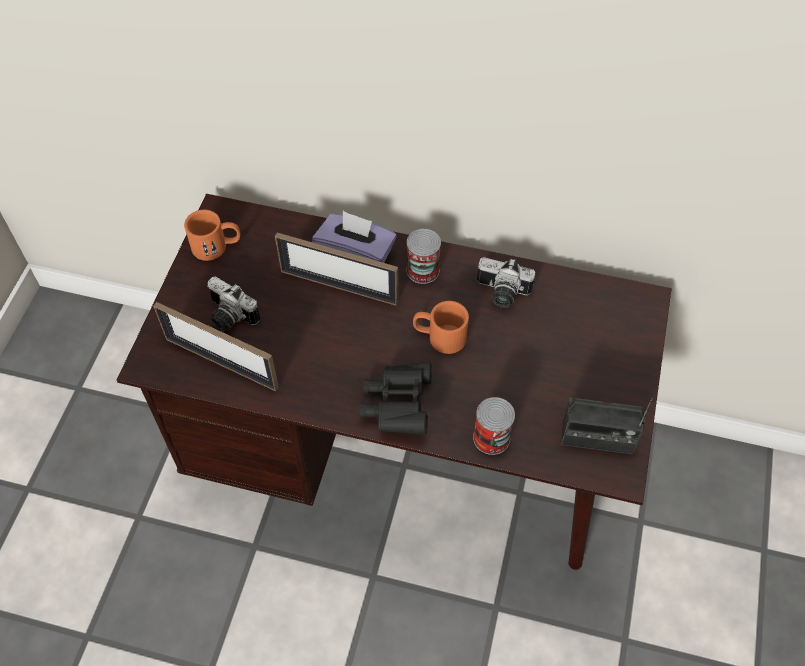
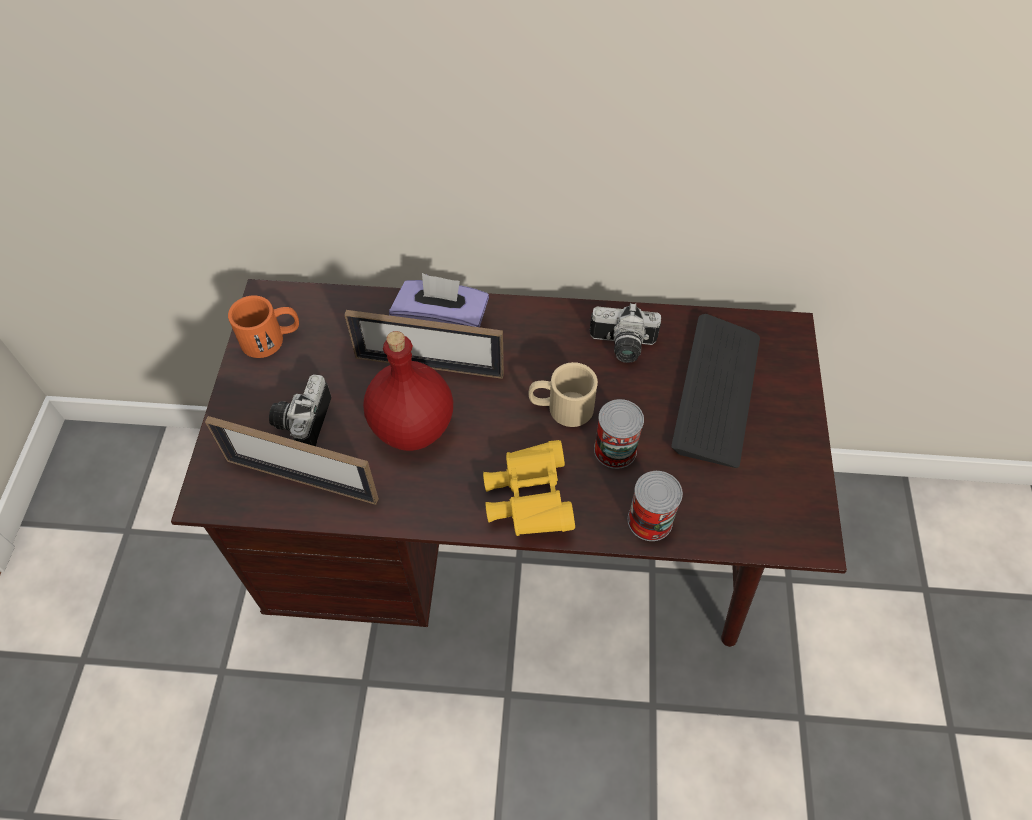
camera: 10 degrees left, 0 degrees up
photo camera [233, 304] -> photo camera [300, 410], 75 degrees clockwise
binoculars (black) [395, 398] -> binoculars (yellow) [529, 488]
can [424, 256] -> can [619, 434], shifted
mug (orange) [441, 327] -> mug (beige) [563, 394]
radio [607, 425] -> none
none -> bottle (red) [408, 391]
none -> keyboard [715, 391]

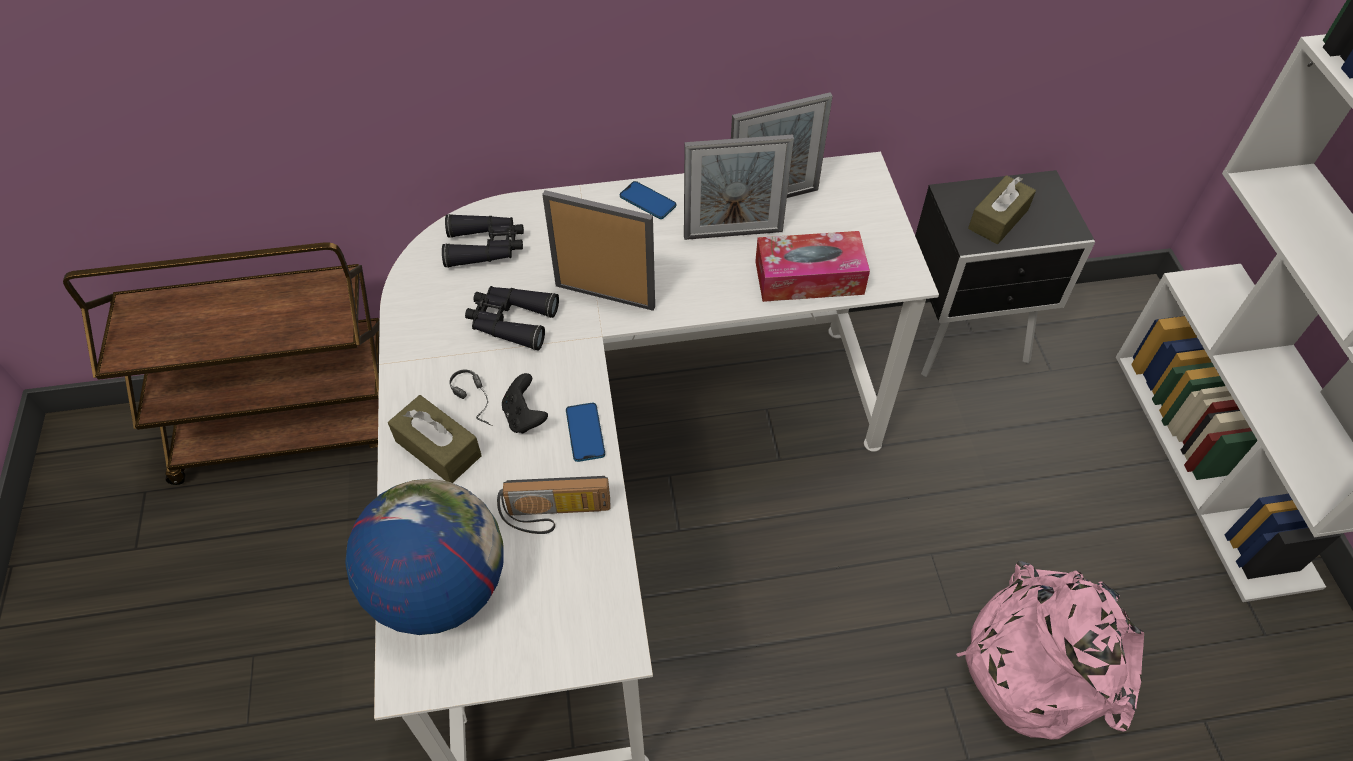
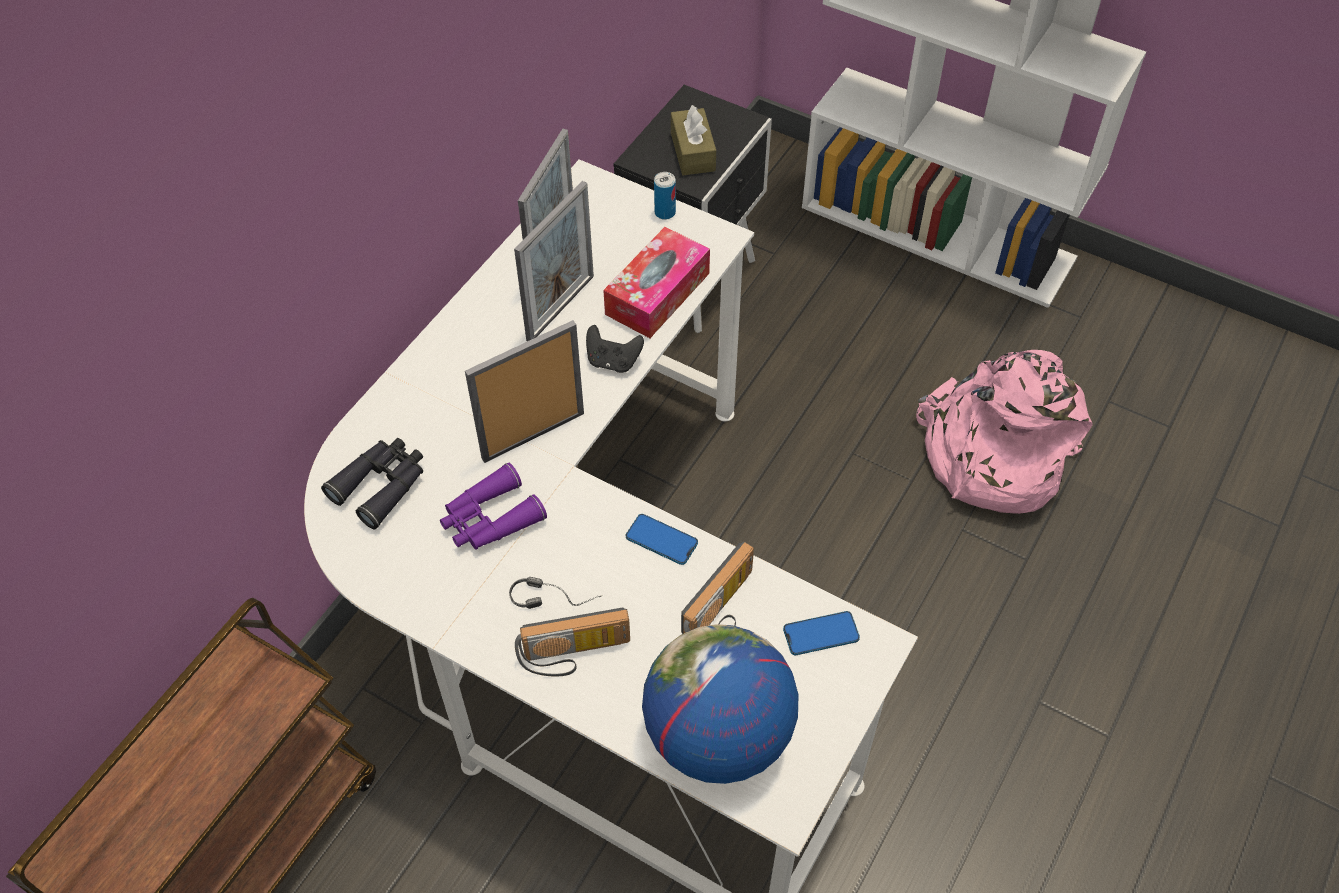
camera: 50 degrees left, 0 degrees up
tissue box (brown) [435, 439] -> radio [572, 642]
binoculars (black) [512, 318] -> binoculars (purple) [493, 506]
game controller (black) [525, 403] -> game controller (black) [615, 349], shifted
phone [648, 200] -> phone [821, 633], shifted
none -> can [665, 196]

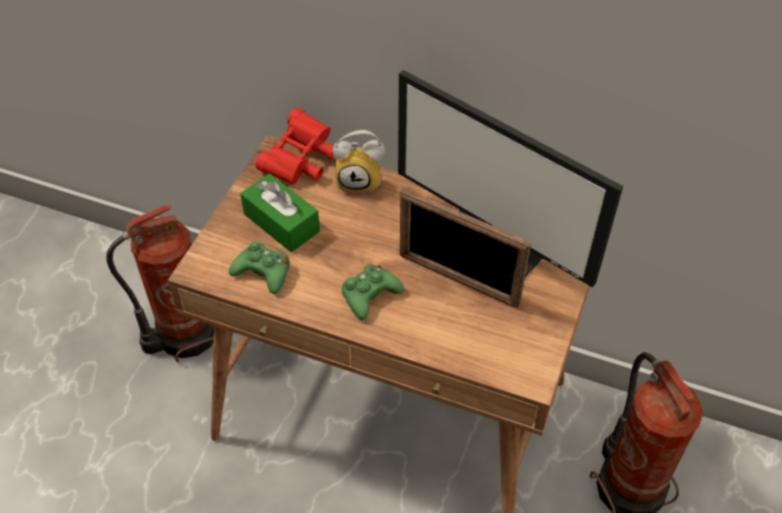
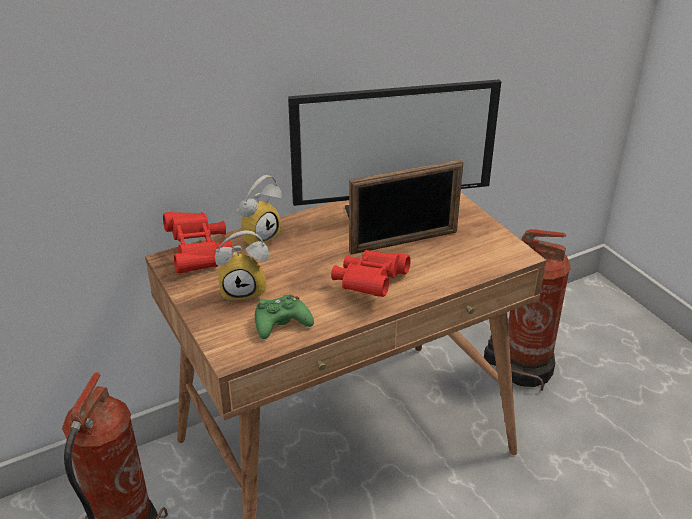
camera: 50 degrees left, 15 degrees down
tissue box (green) [280, 213] -> alarm clock [242, 266]
game controller (green) [373, 292] -> binoculars (red) [371, 273]

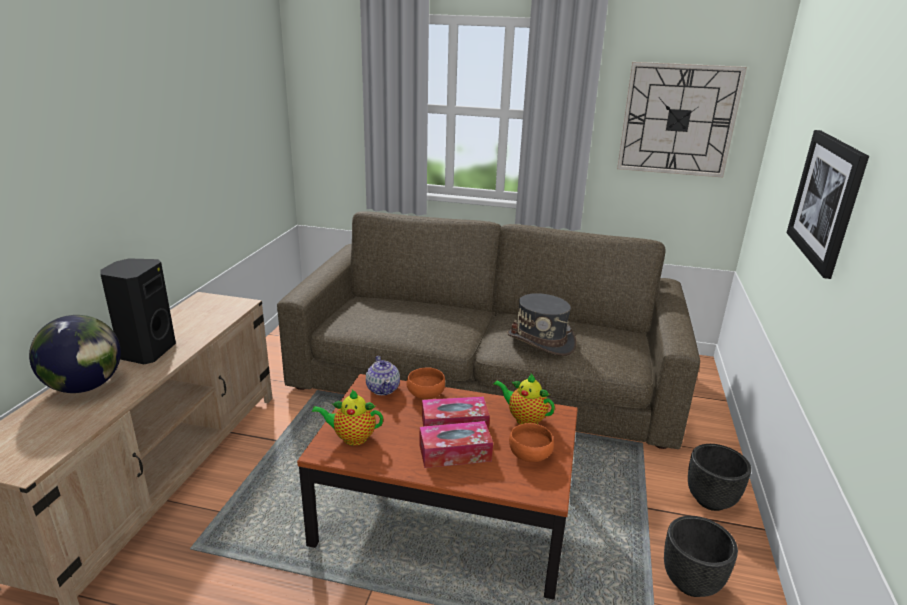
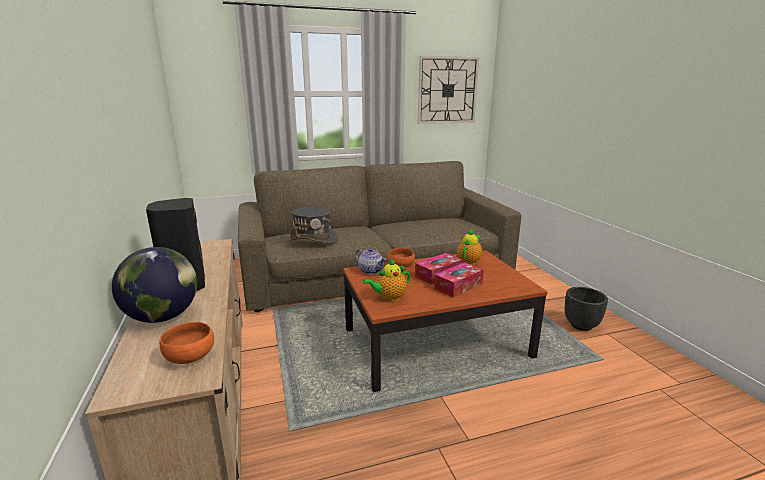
camera: 30 degrees left, 5 degrees down
teapot [524, 399] -> teapot [469, 247], 120 degrees clockwise
hat (grey) [541, 324] -> hat (grey) [312, 225], shifted
bowl (orange) [531, 442] -> bowl (orange) [186, 343], shifted
planter (black) [719, 477] -> none
picture [828, 204] -> none

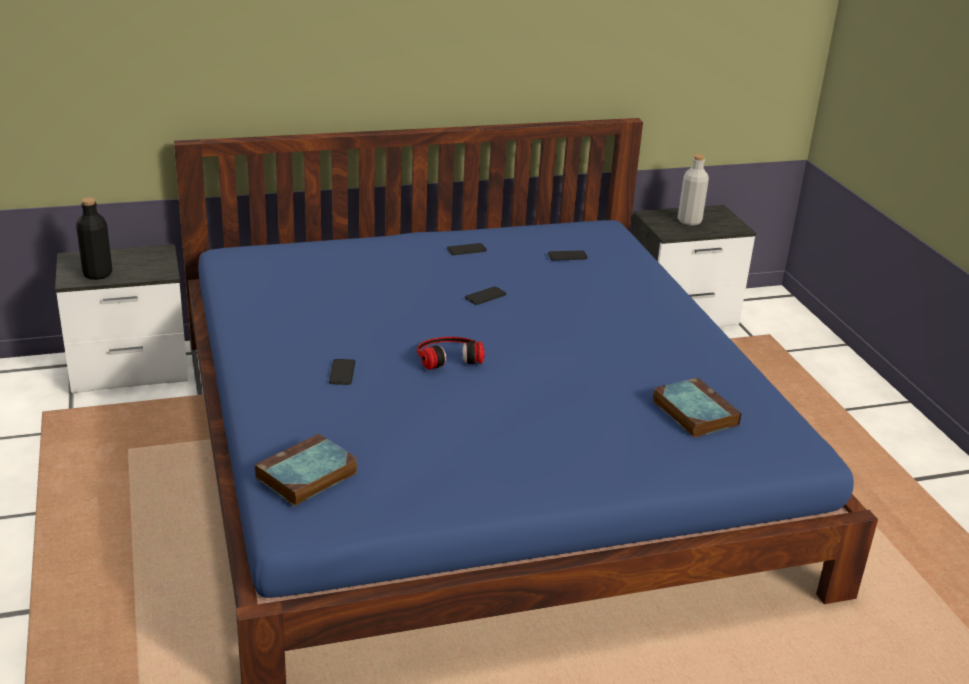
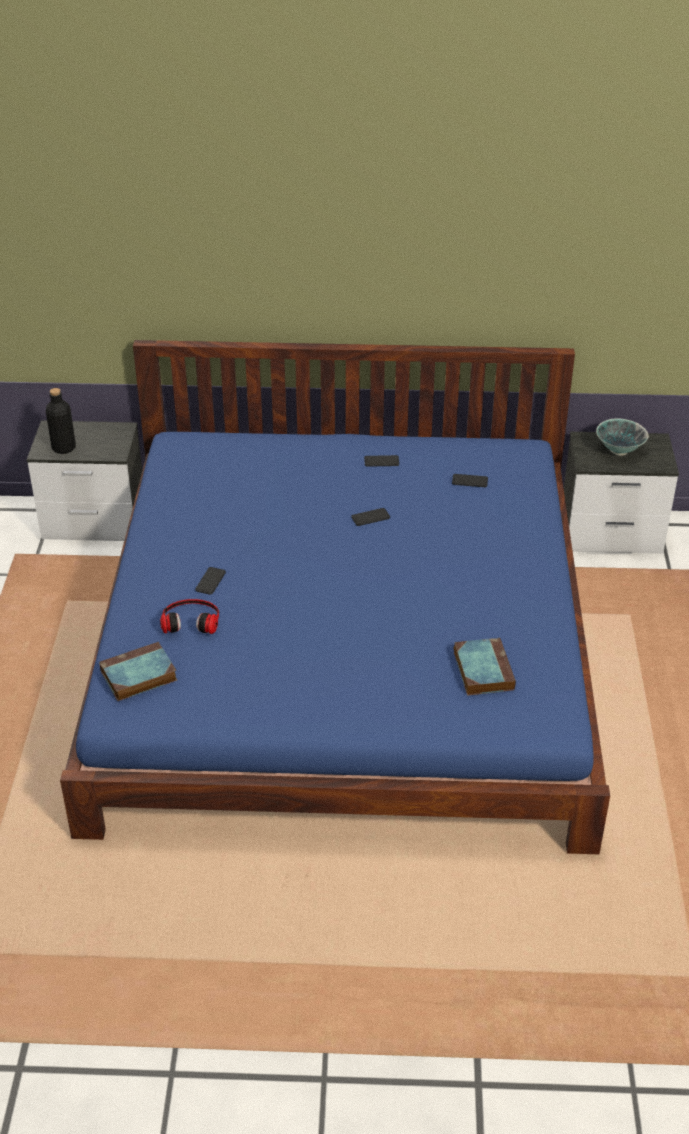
camera: 20 degrees right, 10 degrees up
headphones [451, 353] -> headphones [189, 616], shifted
bottle (grey) [693, 190] -> bowl [622, 437]

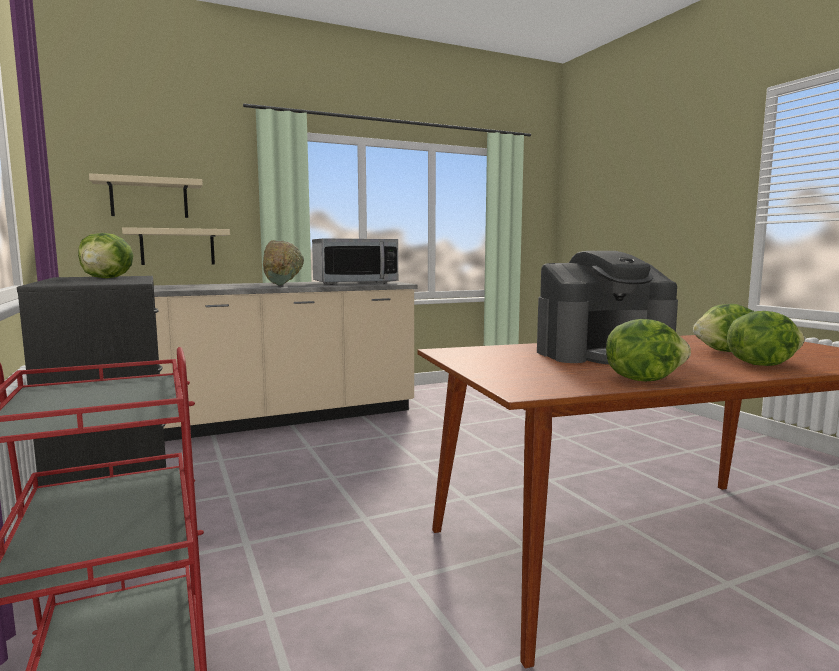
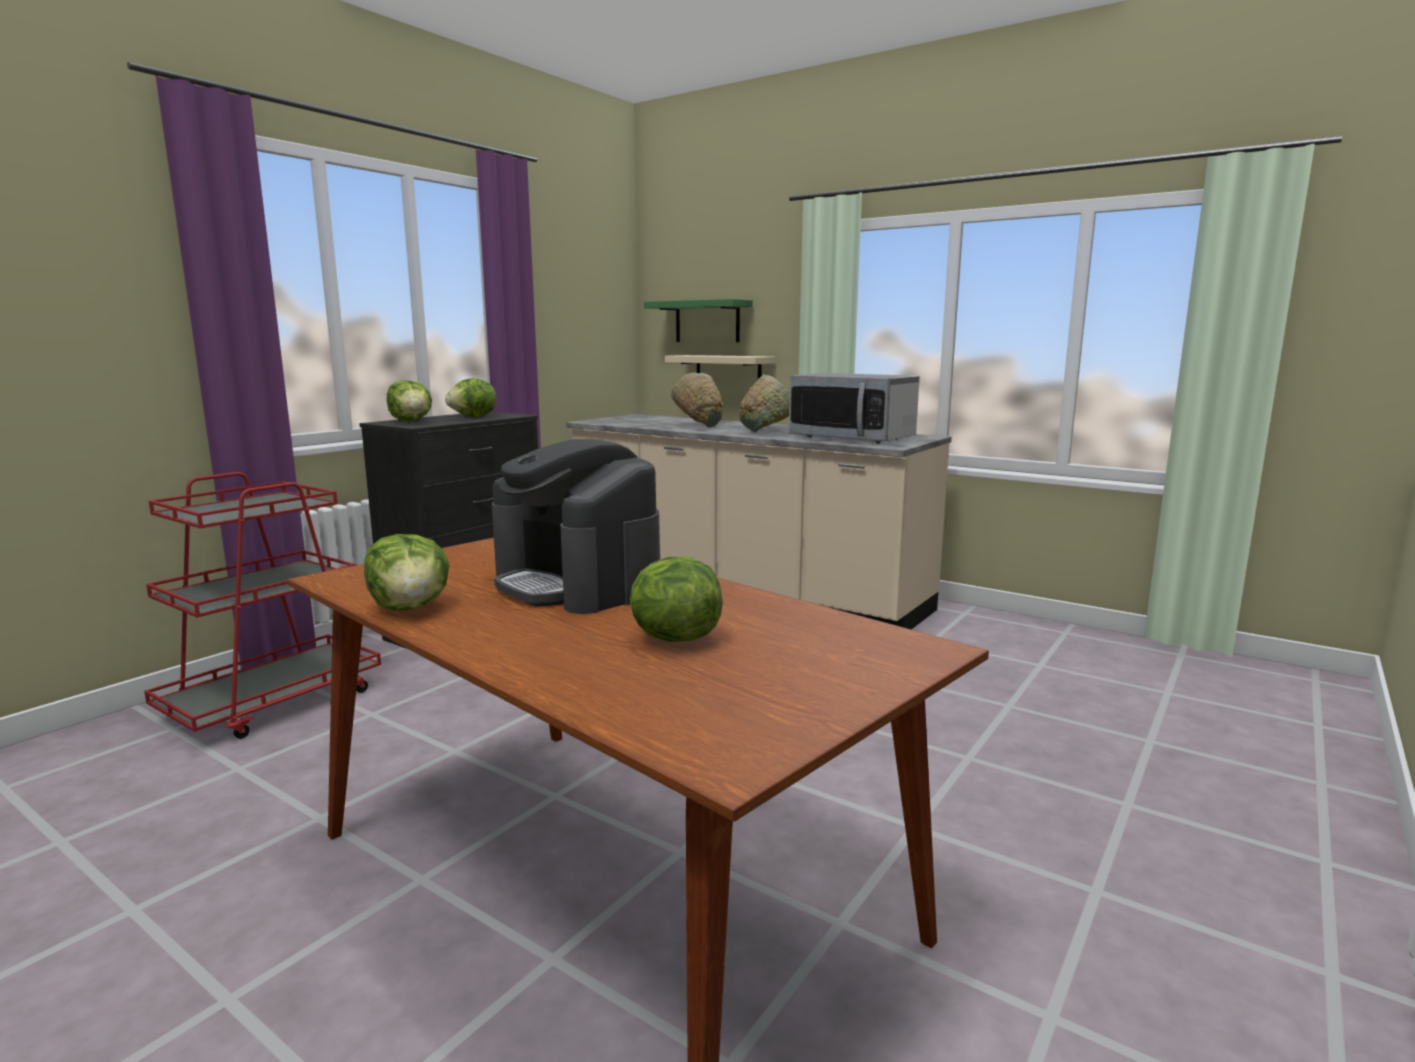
camera: 60 degrees right, 5 degrees up
shelf (beige) [146, 195] -> shelf (green) [698, 320]
lettuce [766, 338] -> lettuce [409, 400], shifted
none -> bowl (green) [697, 400]

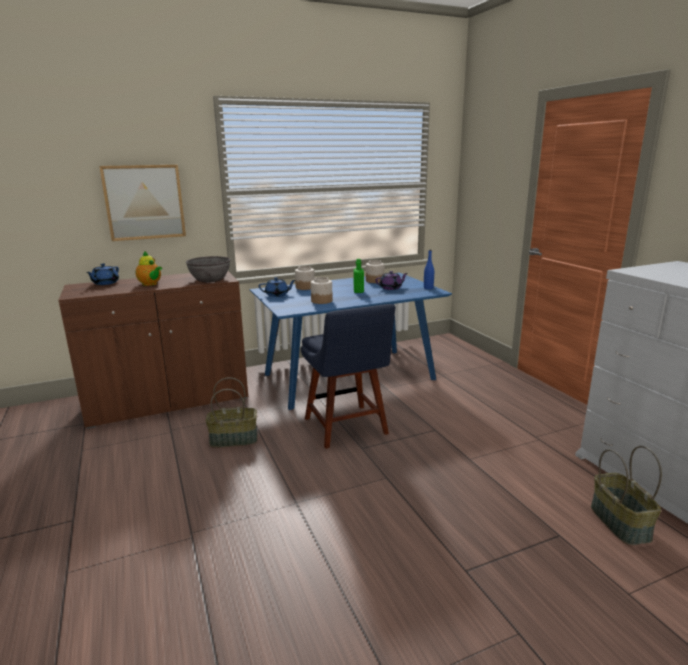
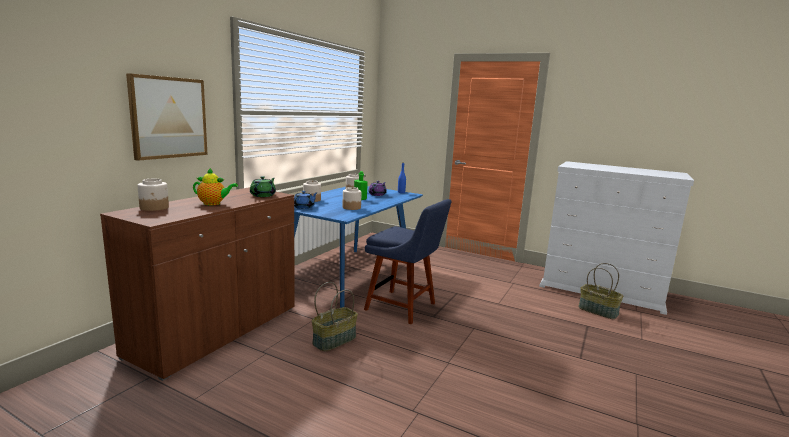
camera: 40 degrees left, 5 degrees down
teapot (blue) [102, 274] -> jar [153, 195]
bowl (grey) [208, 269] -> teapot (green) [263, 186]

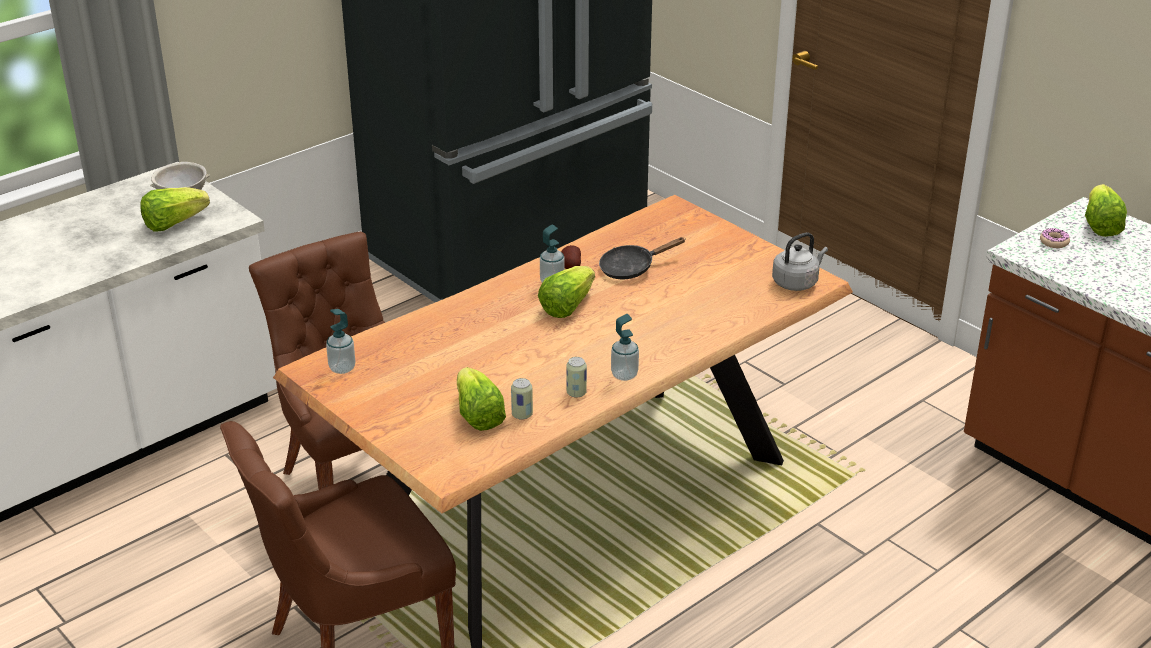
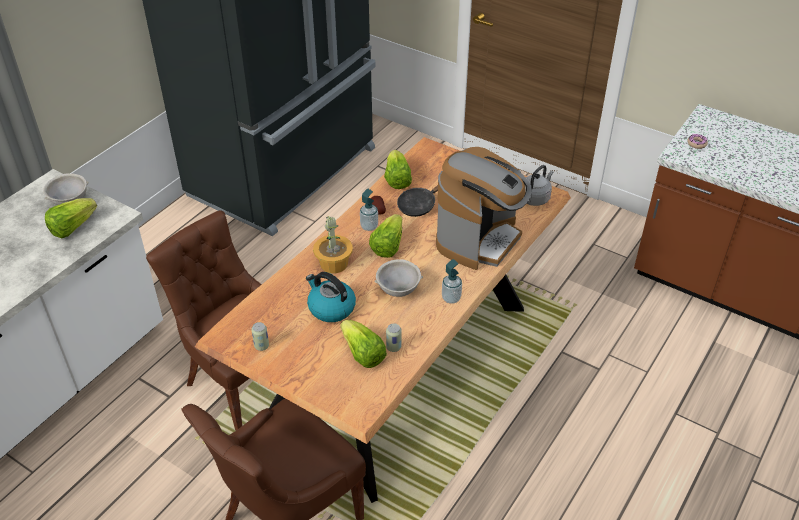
camera: 15 degrees left, 10 degrees up
soap dispenser [340, 341] -> none
can [576, 377] -> can [260, 336], shifted
lettuce [1106, 210] -> lettuce [398, 169], shifted
none -> kettle [331, 297]
none -> potted plant [333, 244]
none -> bowl (grey) [399, 278]
none -> coffee machine [484, 208]

